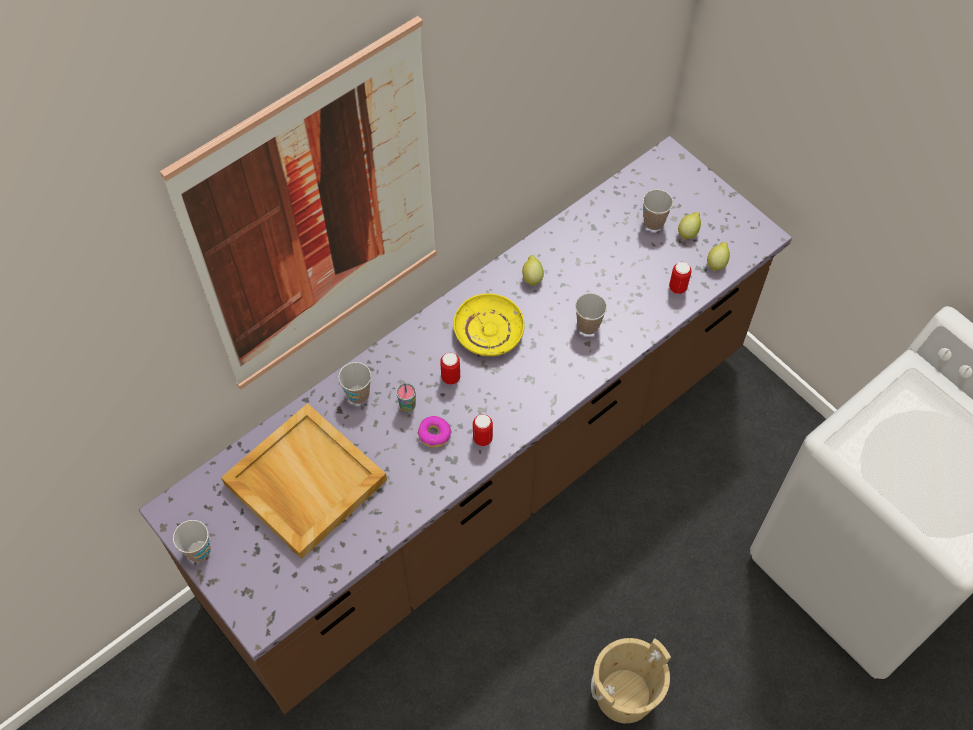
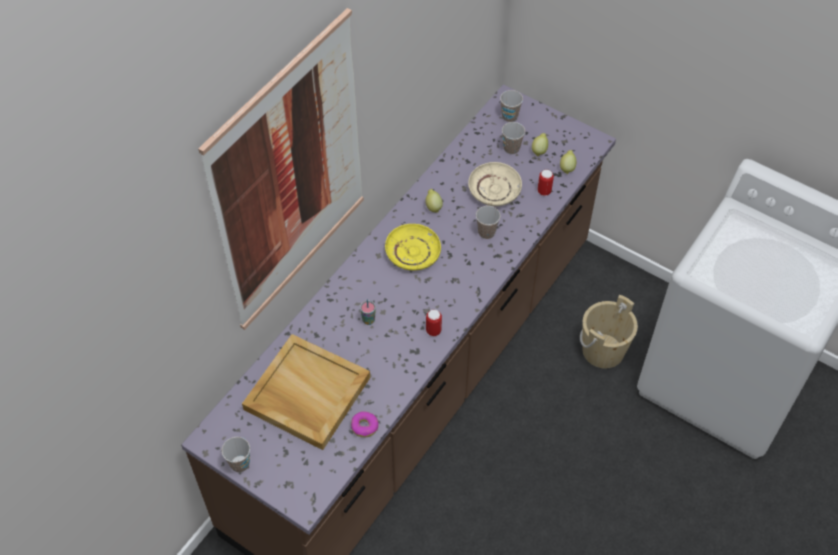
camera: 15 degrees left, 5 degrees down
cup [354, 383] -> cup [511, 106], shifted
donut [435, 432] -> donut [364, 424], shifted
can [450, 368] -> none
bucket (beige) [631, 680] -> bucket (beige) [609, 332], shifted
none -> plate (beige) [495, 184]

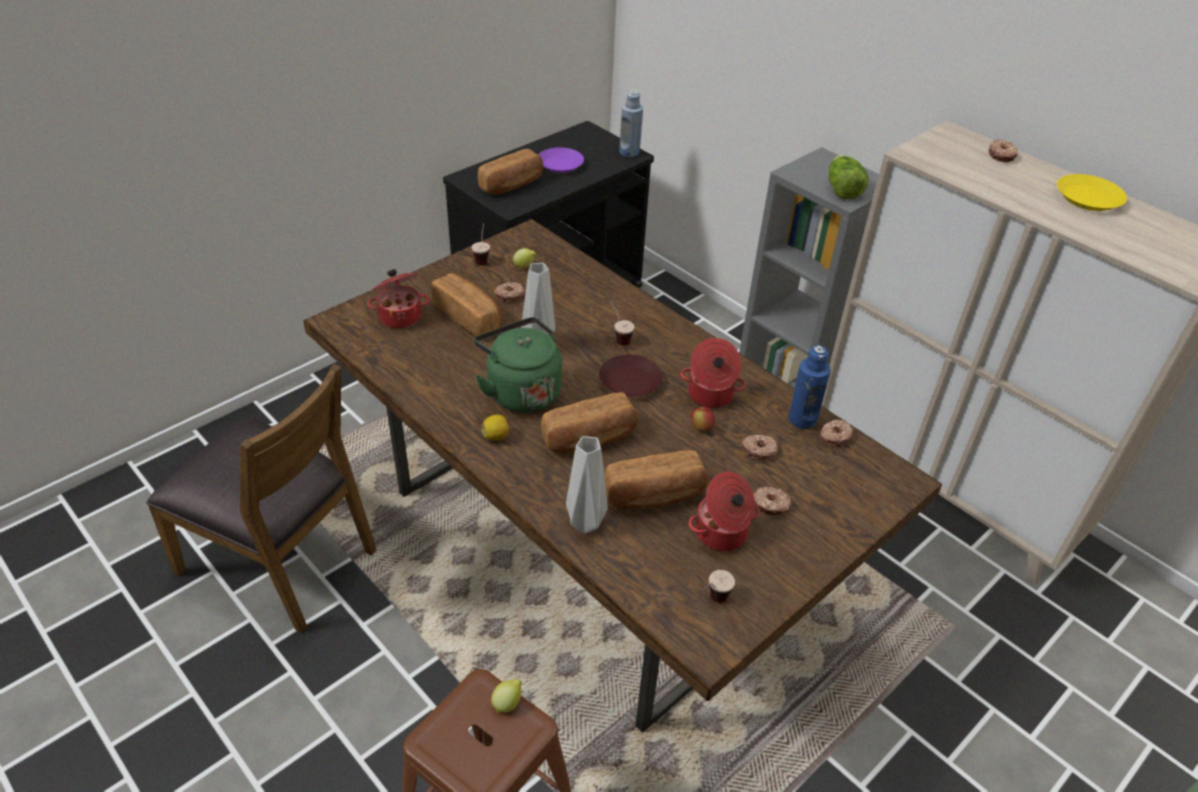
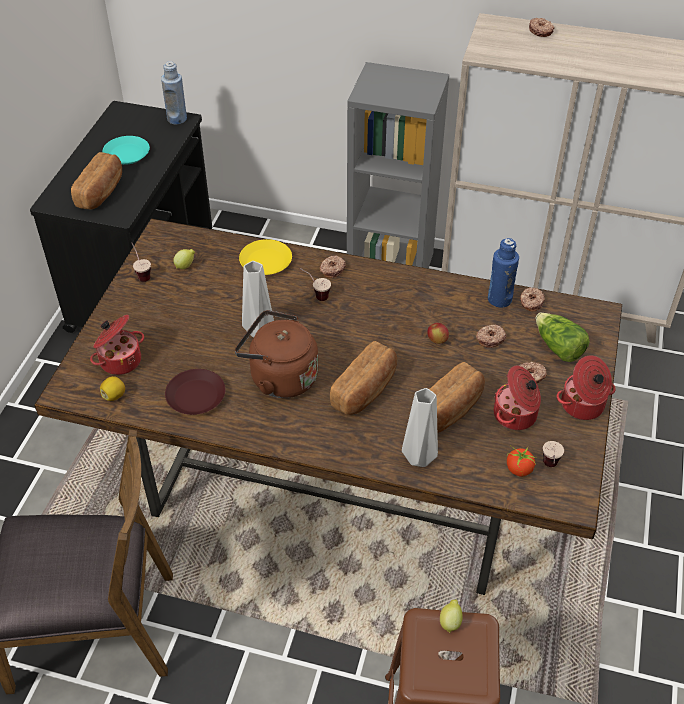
camera: 30 degrees left, 5 degrees up
bread [467, 304] -> none
kettle (green) [518, 365] -> kettle (brown) [276, 354]
lemon [495, 427] -> lemon [112, 388], shifted
donut [509, 292] -> donut [332, 267], shifted
plate (purple) [561, 160] -> plate (turquoise) [126, 150]
plate (brown) [630, 376] -> plate (brown) [195, 392], shifted
cooking pot [713, 373] -> cooking pot [586, 387], shifted
lettuce [849, 177] -> lettuce [563, 337], shifted
plate (yellow) [1092, 192] -> plate (yellow) [265, 257], shifted
none -> tomato [522, 461]

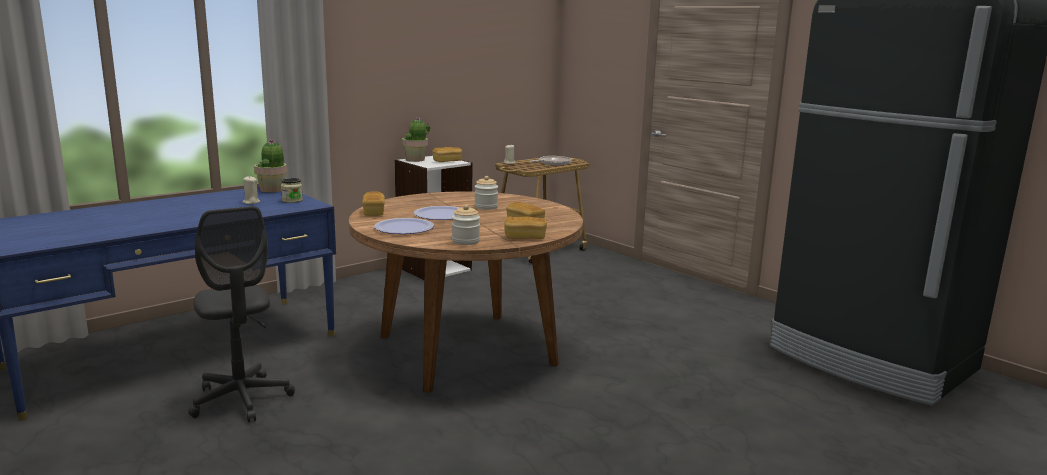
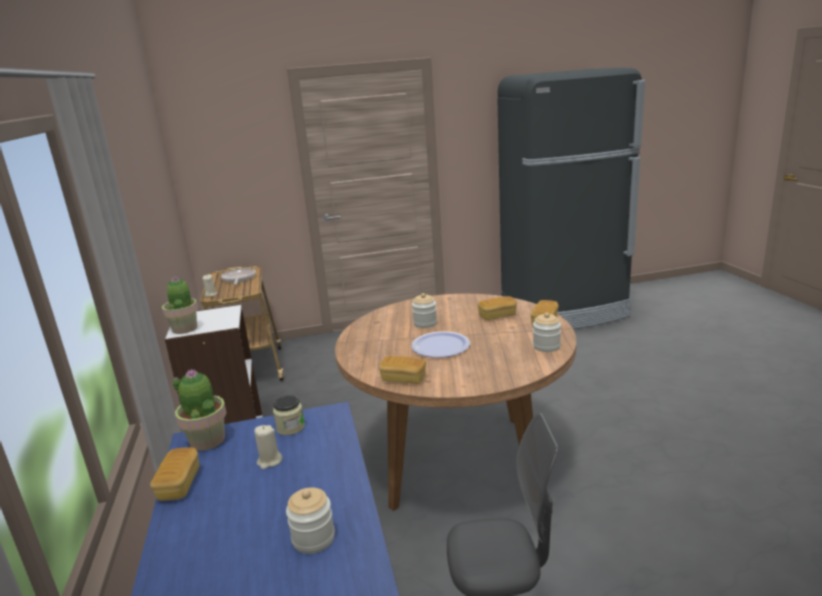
camera: 60 degrees left, 5 degrees up
plate [404, 226] -> none
bread [447, 154] -> bread [174, 474], shifted
none -> jar [310, 521]

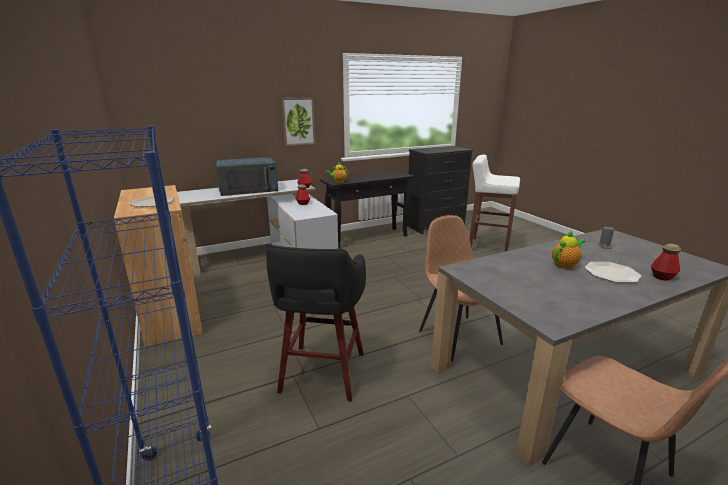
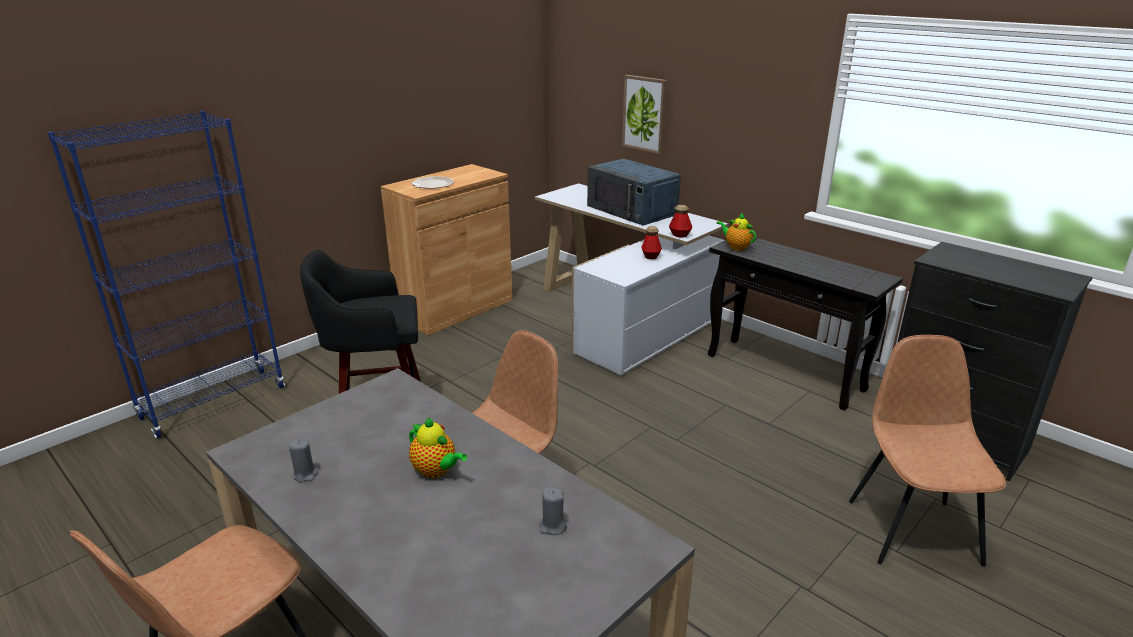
camera: 70 degrees right, 5 degrees up
picture [298, 121] -> picture [644, 114], shifted
stool (white) [494, 203] -> chair (brown) [927, 451]
plate [613, 272] -> none
bottle [666, 262] -> none
none -> candle (grey) [303, 461]

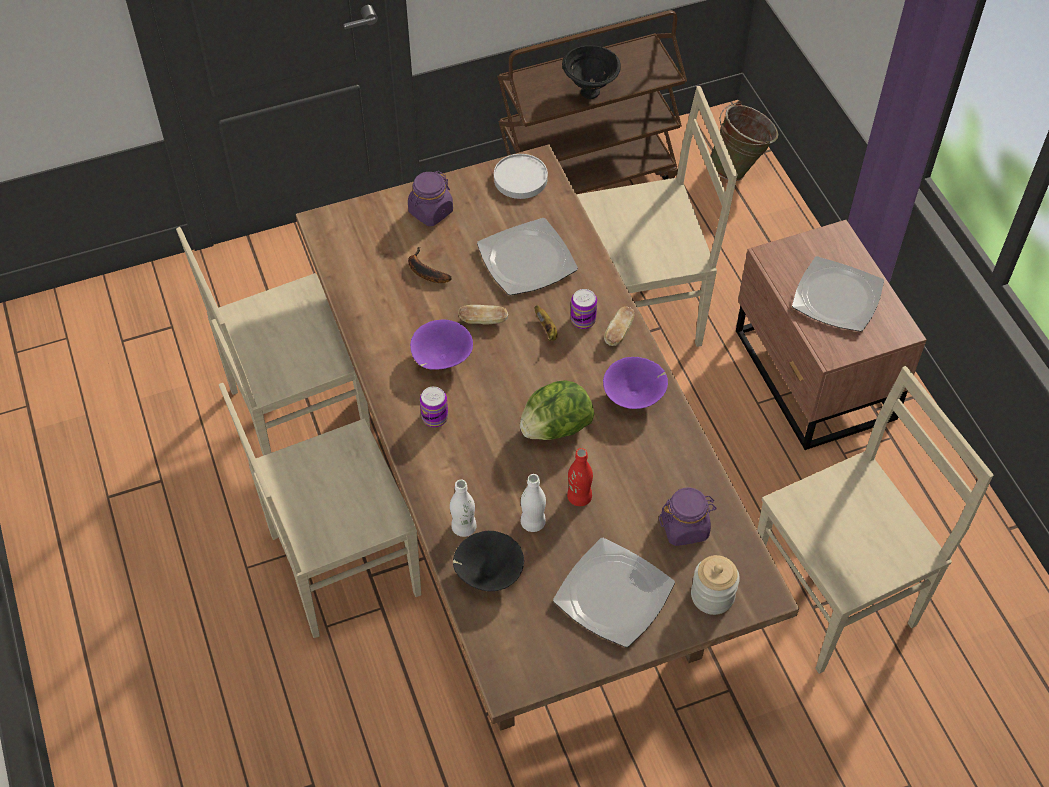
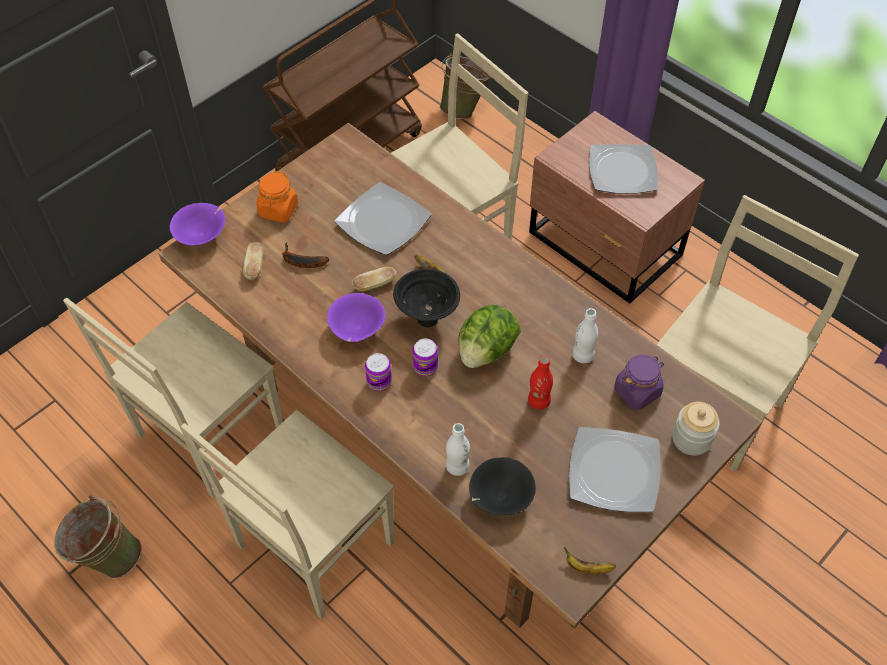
camera: 25 degrees left, 0 degrees up
jar (purple) [430, 198] -> jar (orange) [277, 197]
plate (white) [521, 176] -> none
bottle (white) [533, 503] -> bottle (white) [585, 335], shifted
bowl (black) [591, 72] -> bowl (black) [426, 298], shifted
can [584, 309] -> can [425, 358], shifted
bowl (purple) [635, 383] -> bowl (purple) [197, 224], shifted
bread [619, 326] -> bread [253, 261], shifted
none -> bucket (green) [98, 536]
none -> banana [590, 560]

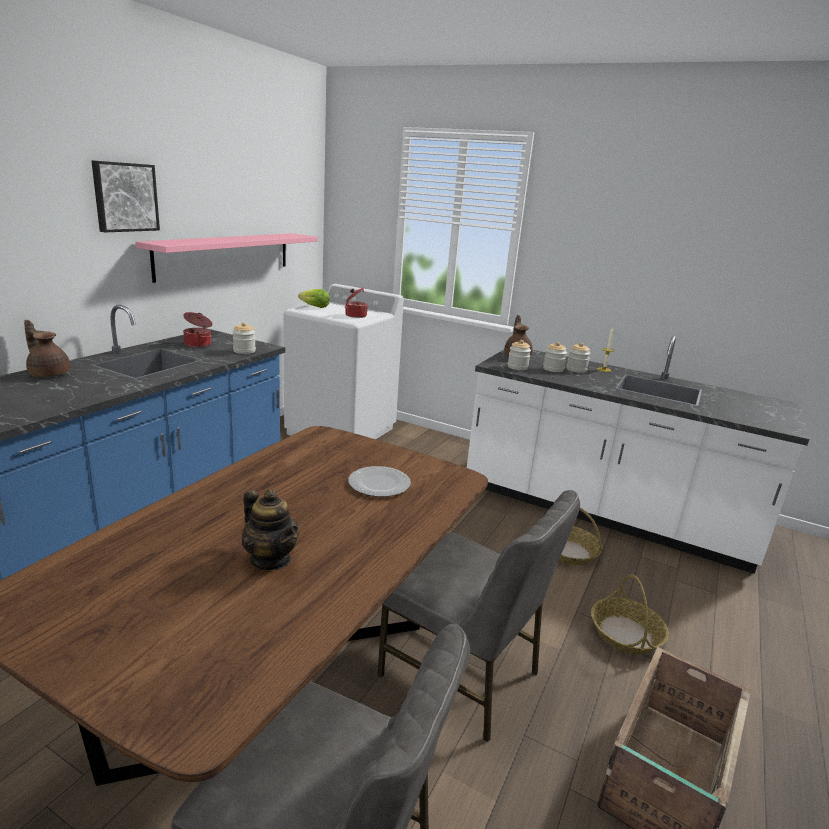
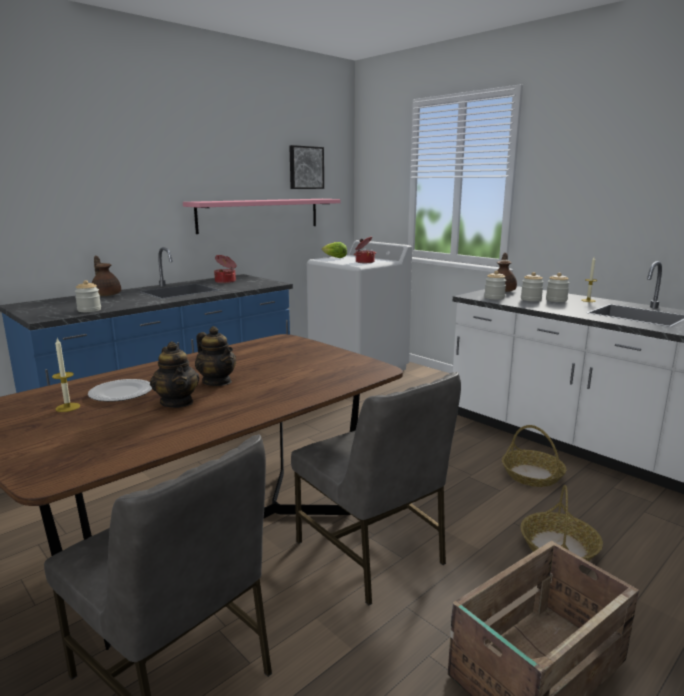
camera: 20 degrees right, 5 degrees down
picture [125, 196] -> picture [306, 167], shifted
jar [244, 338] -> jar [87, 296], shifted
plate [379, 481] -> plate [120, 390], shifted
none -> candle [66, 375]
none -> teapot [215, 356]

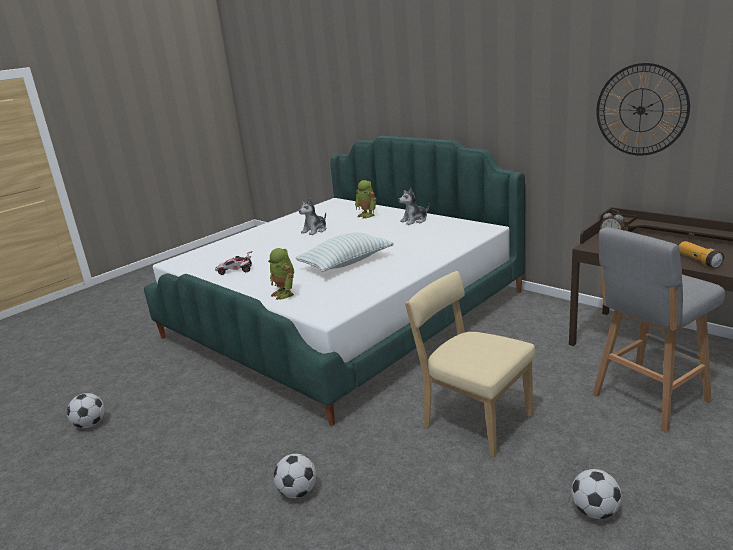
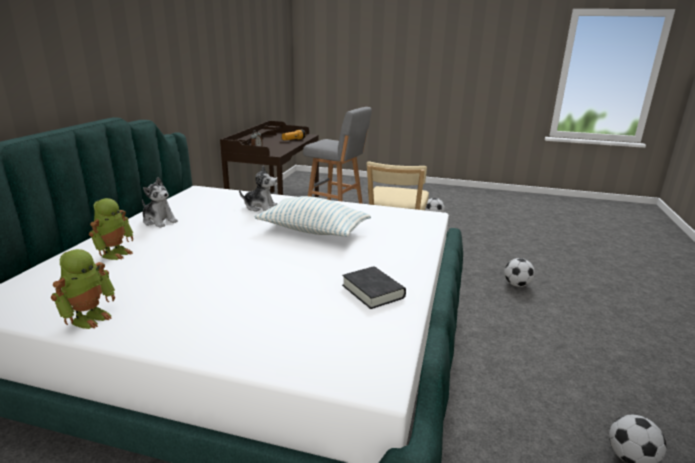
camera: 120 degrees left, 0 degrees up
toy car [233, 263] -> book (black) [374, 287]
toy robot [281, 274] -> toy robot [83, 289], shifted
plush toy [312, 216] -> plush toy [258, 189], shifted
wall clock [643, 109] -> none

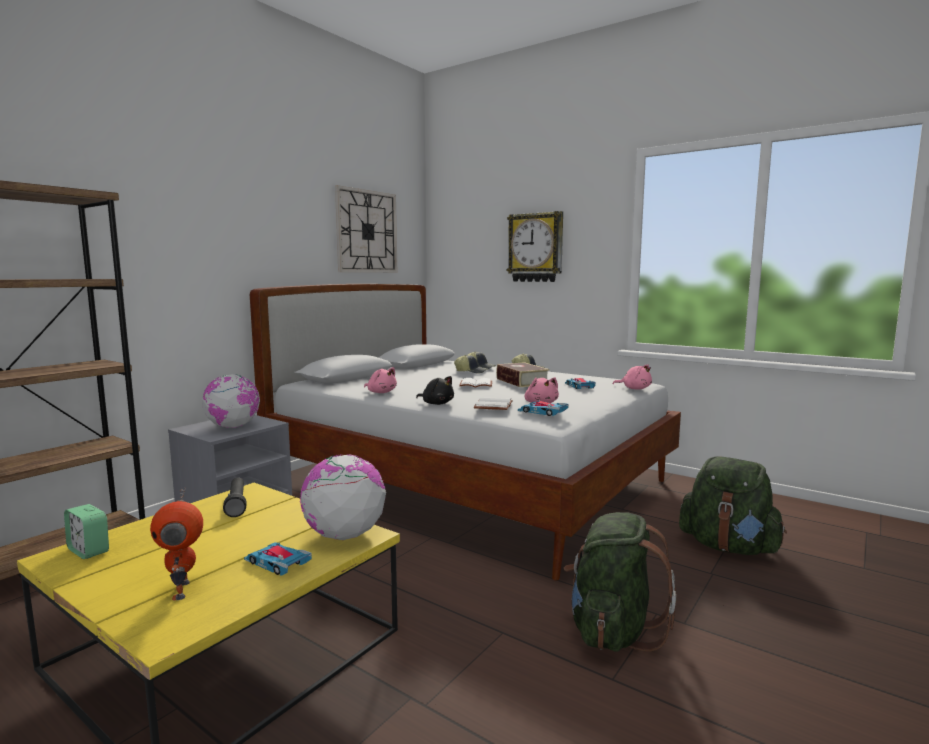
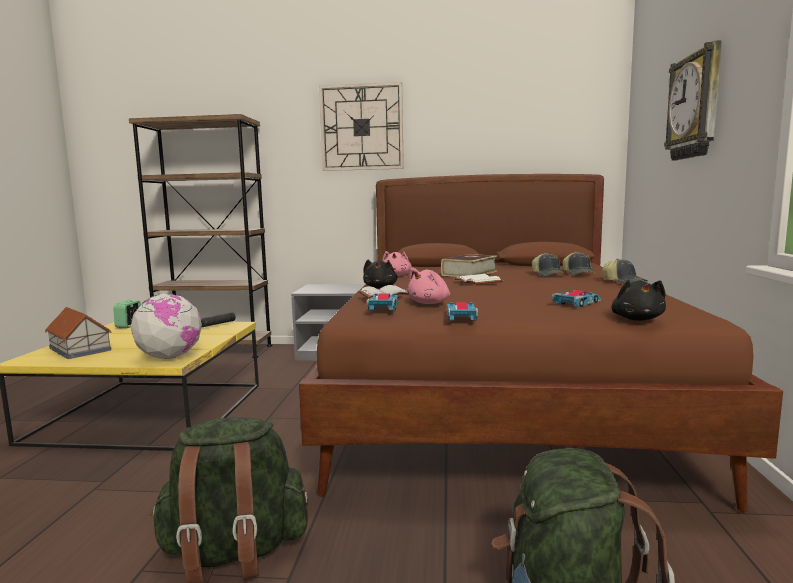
camera: 60 degrees right, 0 degrees up
toy robot [176, 544] -> toy house [78, 333]
globe [231, 401] -> none
toy car [278, 558] -> toy car [462, 311], shifted
bed (white) [465, 432] -> bed (brown) [541, 343]
wall clock [366, 228] -> wall clock [361, 126], shifted
book [523, 374] -> book [469, 265], shifted
plush toy (pink) [632, 377] -> plush toy (black) [639, 300]

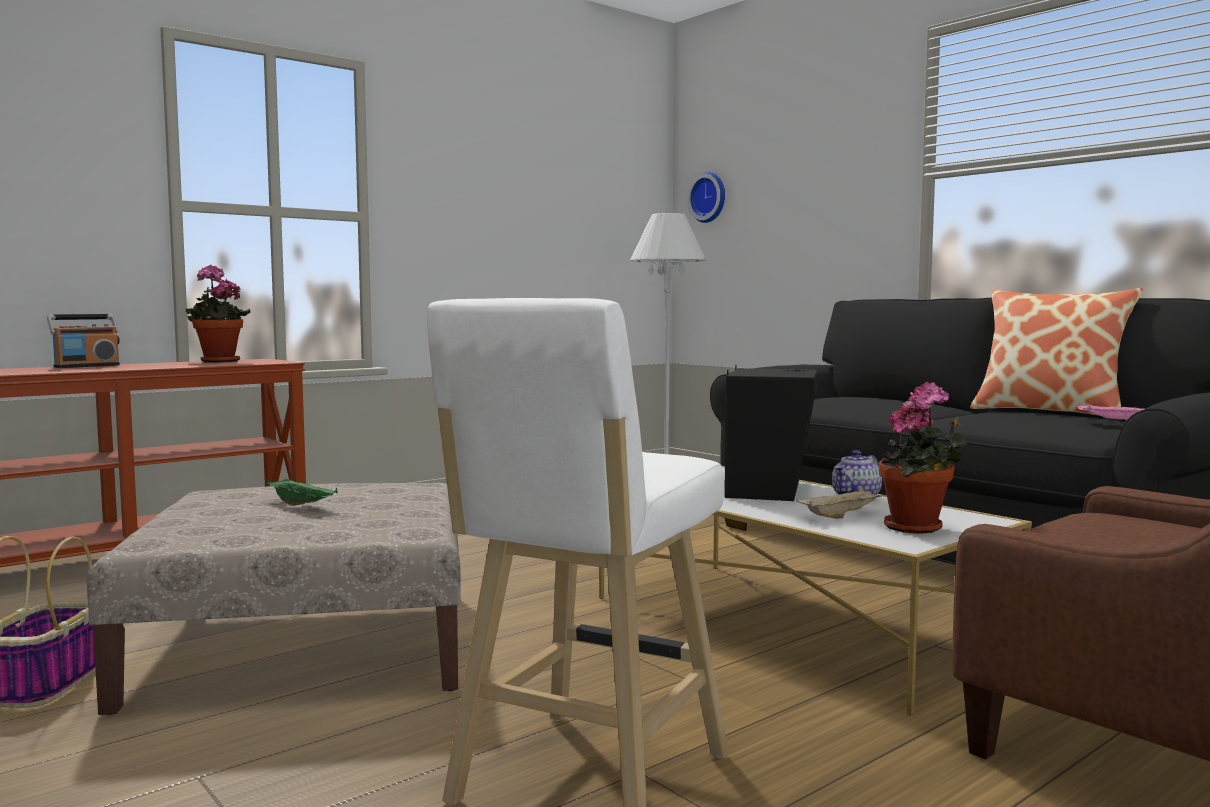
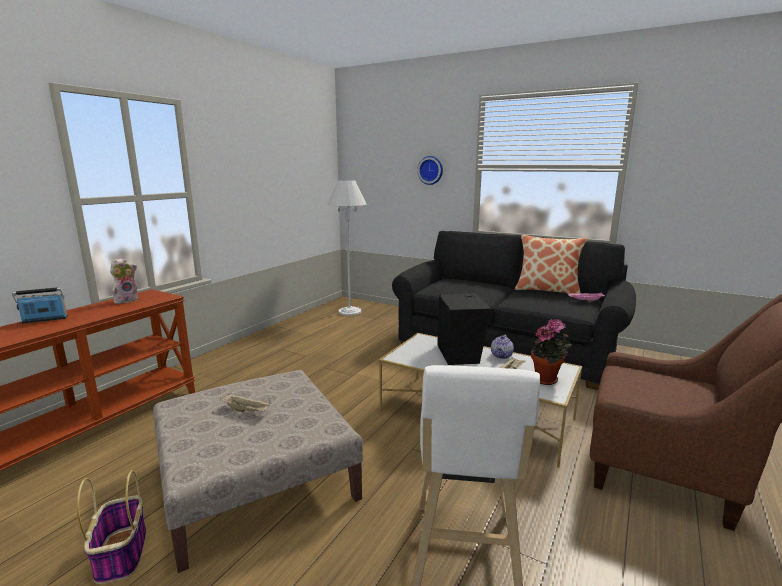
camera: 20 degrees left, 10 degrees up
radio [83, 341] -> radio [40, 305], 135 degrees counterclockwise
potted plant [218, 313] -> plush toy [124, 281]
tray (green) [302, 492] -> tray (beige) [245, 402]
wall clock [706, 197] -> wall clock [430, 170], shifted

